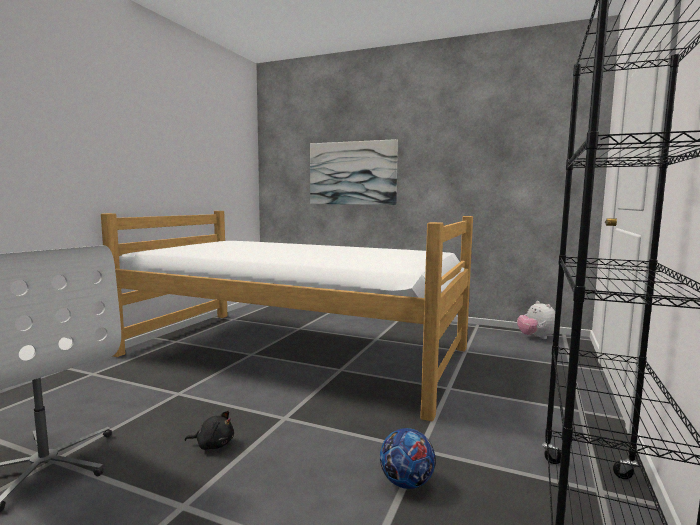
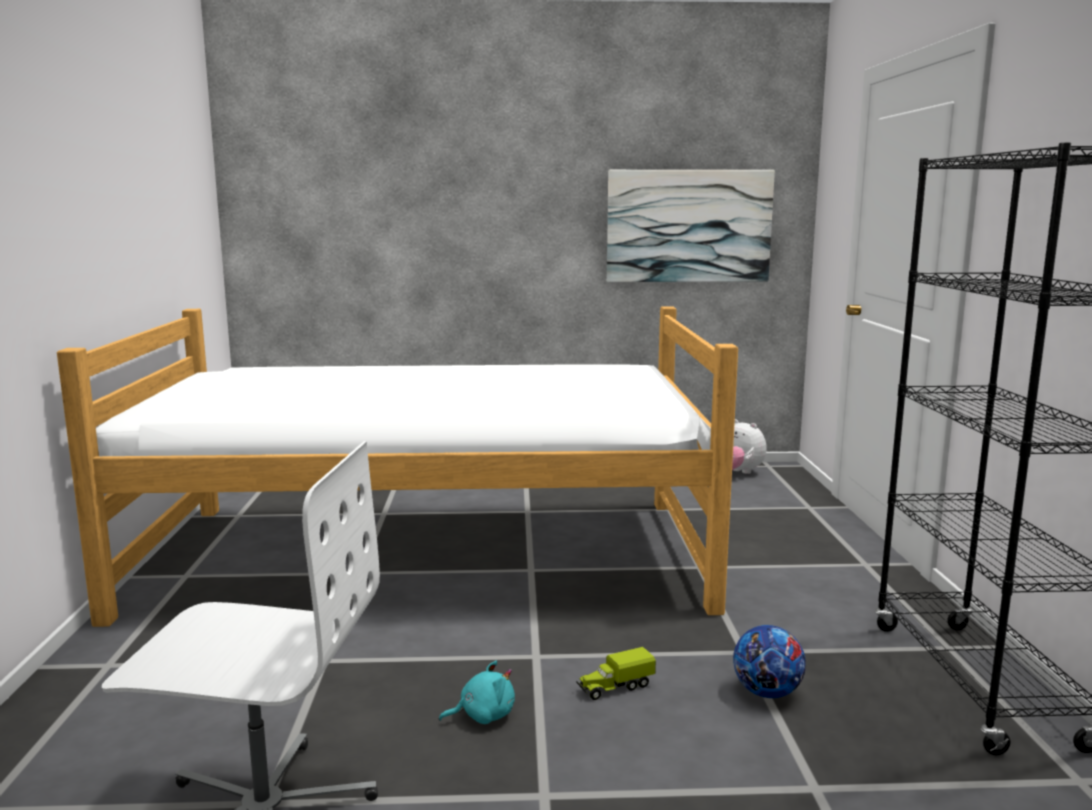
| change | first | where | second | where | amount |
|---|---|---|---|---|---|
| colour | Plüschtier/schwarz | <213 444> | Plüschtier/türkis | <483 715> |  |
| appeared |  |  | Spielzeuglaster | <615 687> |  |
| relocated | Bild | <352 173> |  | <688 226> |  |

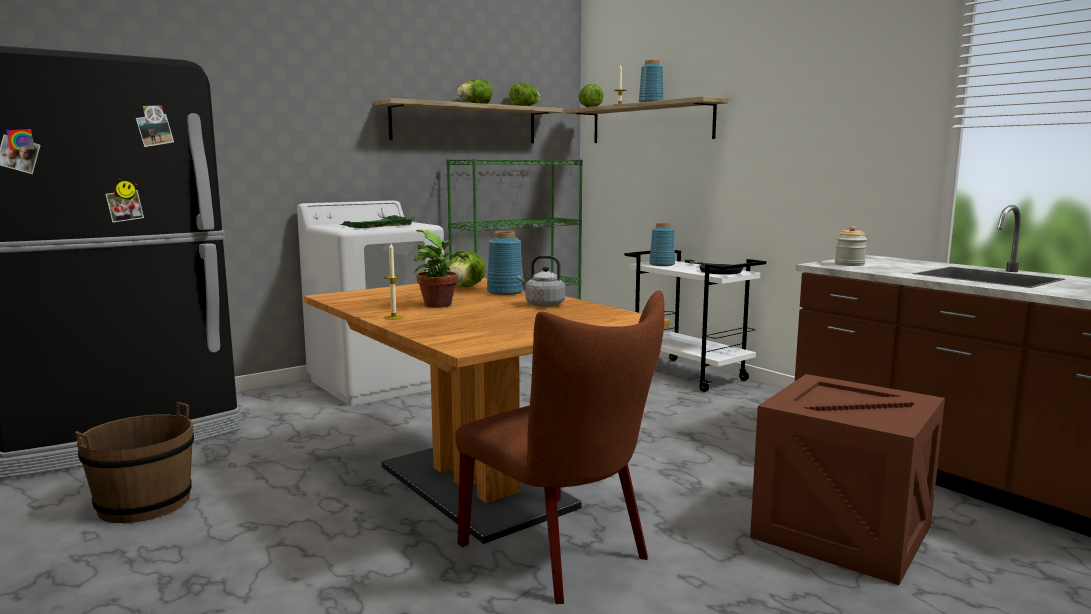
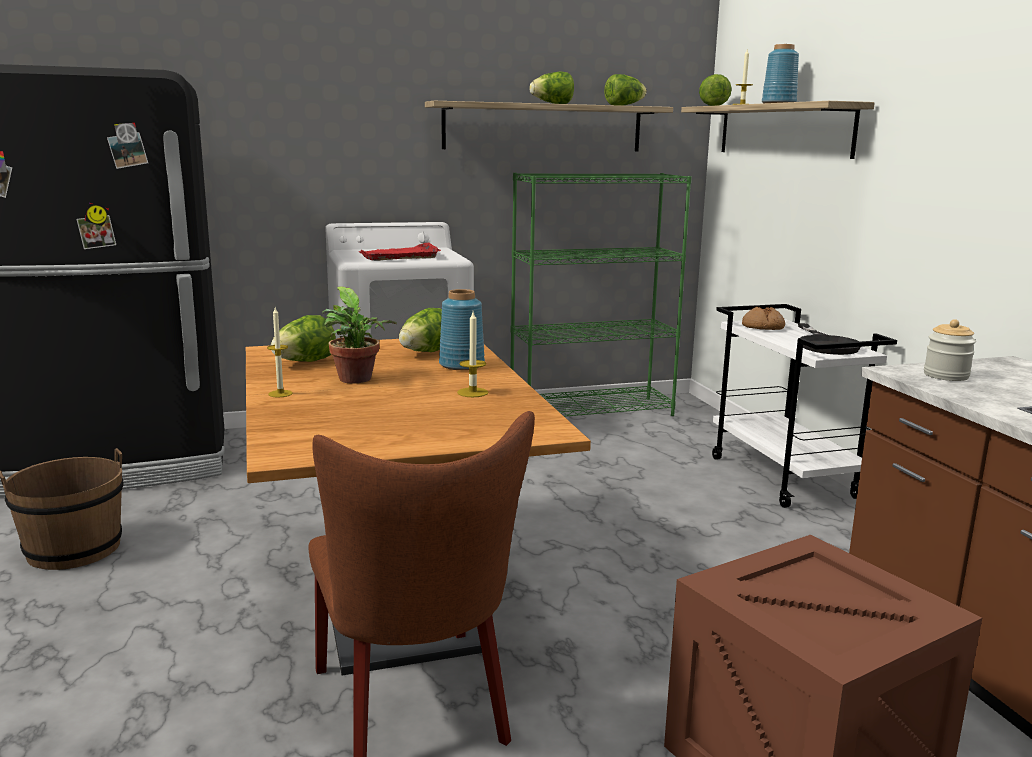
| change | first | where | second | where | amount |
|---|---|---|---|---|---|
| appeared |  |  | Salatkopf | <304 362> |  |
| colour | Tablett/grün | <378 225> | Tablett/rot | <400 256> |  |
| exchanged | Wasserkessel/grau | <542 304> | Kerze | <472 392> |  |
| exchanged | Vase/blau | <661 264> | Brot | <762 327> |  |

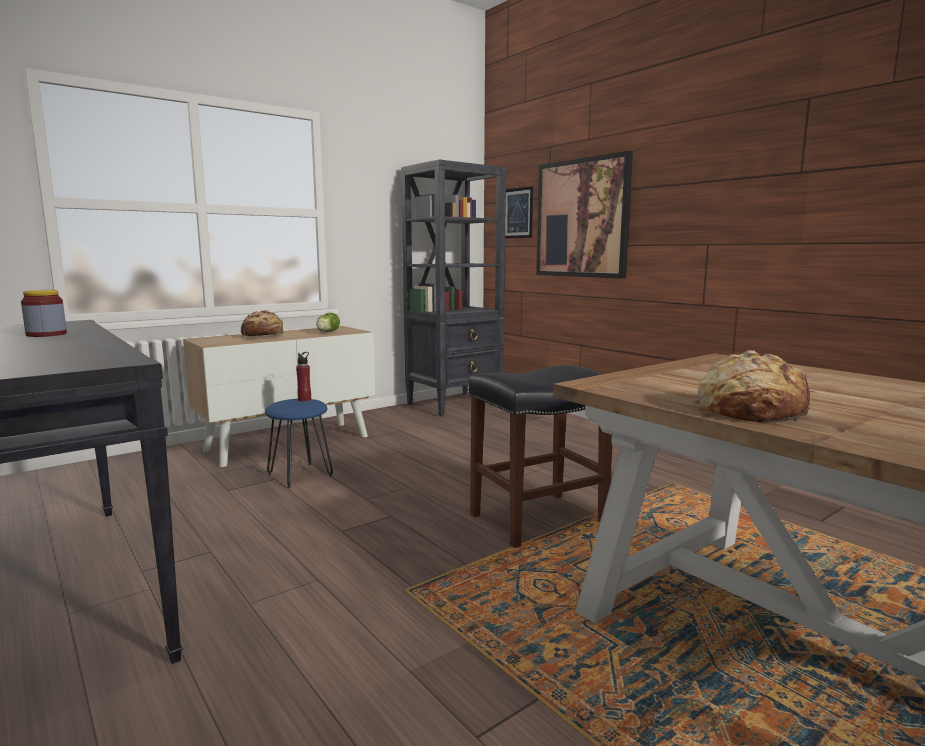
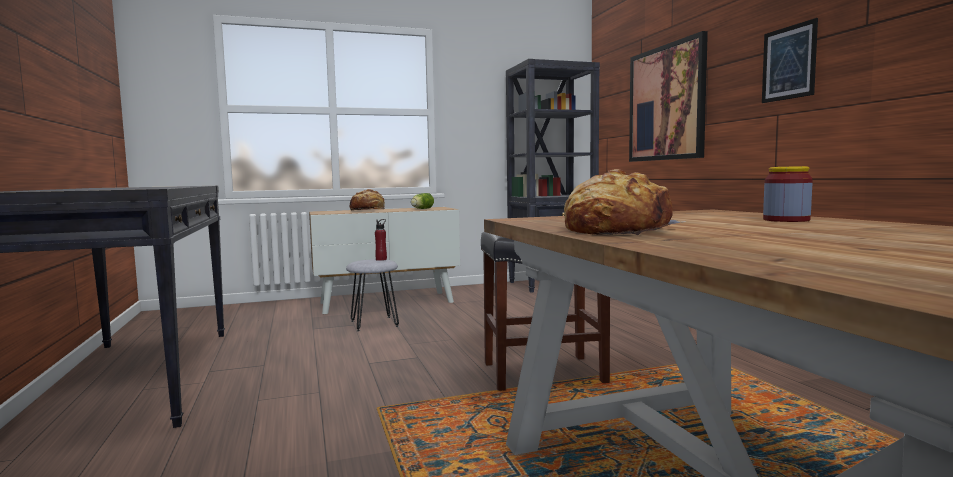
| change | first | where | second | where | amount |
|---|---|---|---|---|---|
| colour | Hocker/blau | <299 475> | Hocker/grau | <374 323> |  |
| relocated | Bild | <518 213> |  | <788 63> |  |
| relocated | Vorratsglas | <46 334> |  | <786 220> |  |

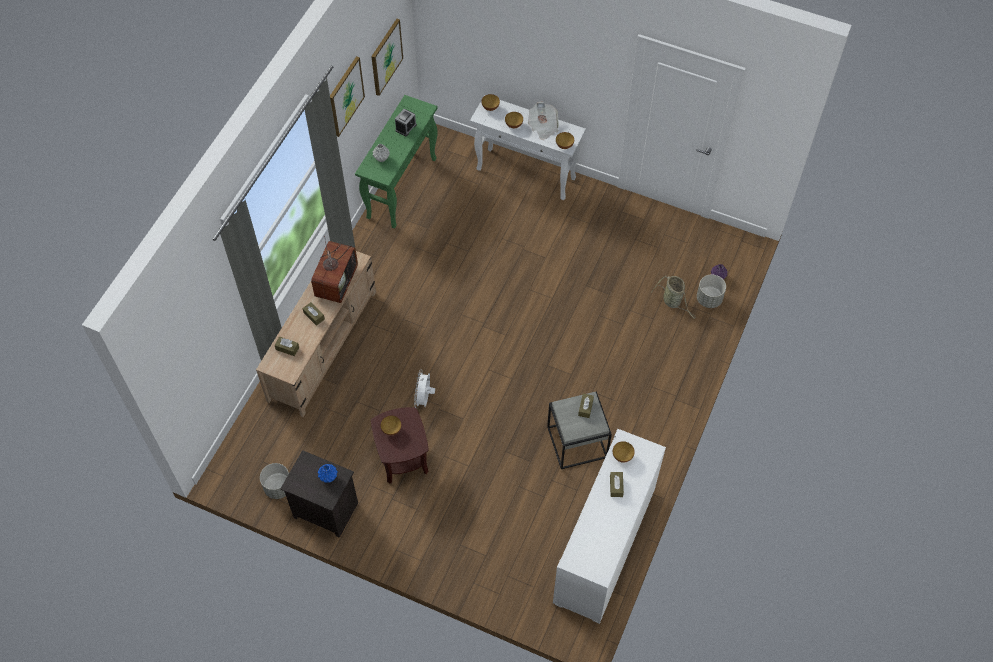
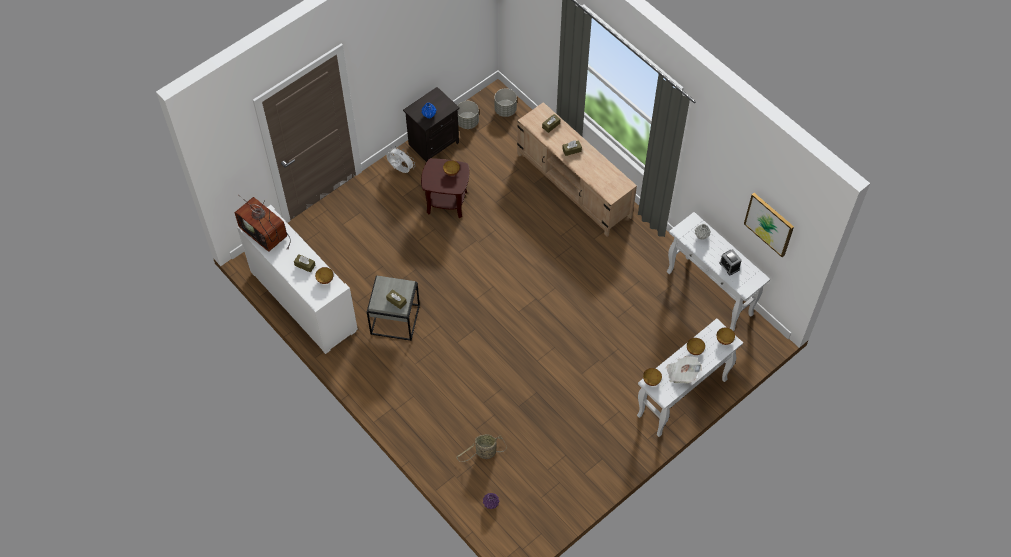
| change | first | where | second | where | amount |
|---|---|---|---|---|---|
| relocated | Fernseher | <335 280> |  | <266 233> |  |
| relocated | Ventilator/weiß | <424 399> |  | <400 169> |  |
| relocated | Pflanzkübel/grau | <709 299> |  | <505 110> |  |
| colour | Konsolentisch/grün | <402 187> | Konsolentisch/weiß | <710 294> |  |
| missing | Bild | <345 96> |  |  |  |

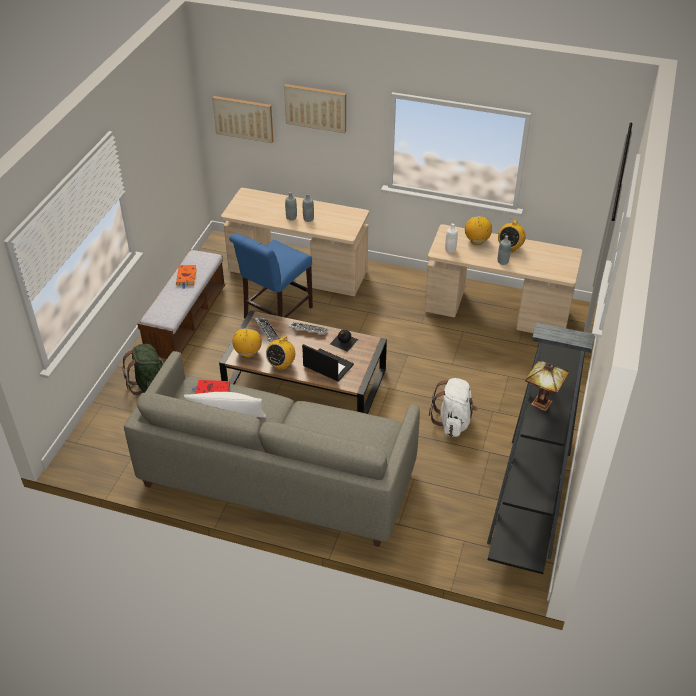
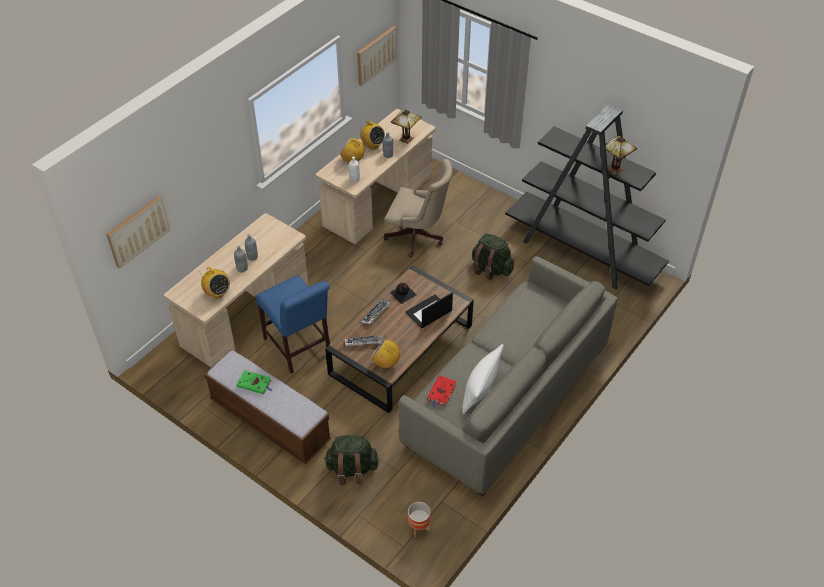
| change | first | where | second | where | amount |
|---|---|---|---|---|---|
| relocated | Radio | <281 365> |  | <217 293> |  |
| colour | Buch/orange | <186 277> | Buch/grün | <255 384> |  |
| relocated | Bild | <316 107> |  | <376 55> |  |
| appeared |  |  | Bürostuhl/beige | <418 237> |  |
| appeared |  |  | Tischlampe | <406 140> |  |
| appeared |  |  | Pflanzkübel | <418 527> |  |
| colour | Rucksack/weiß | <453 422> | Rucksack/grün | <491 269> |  |

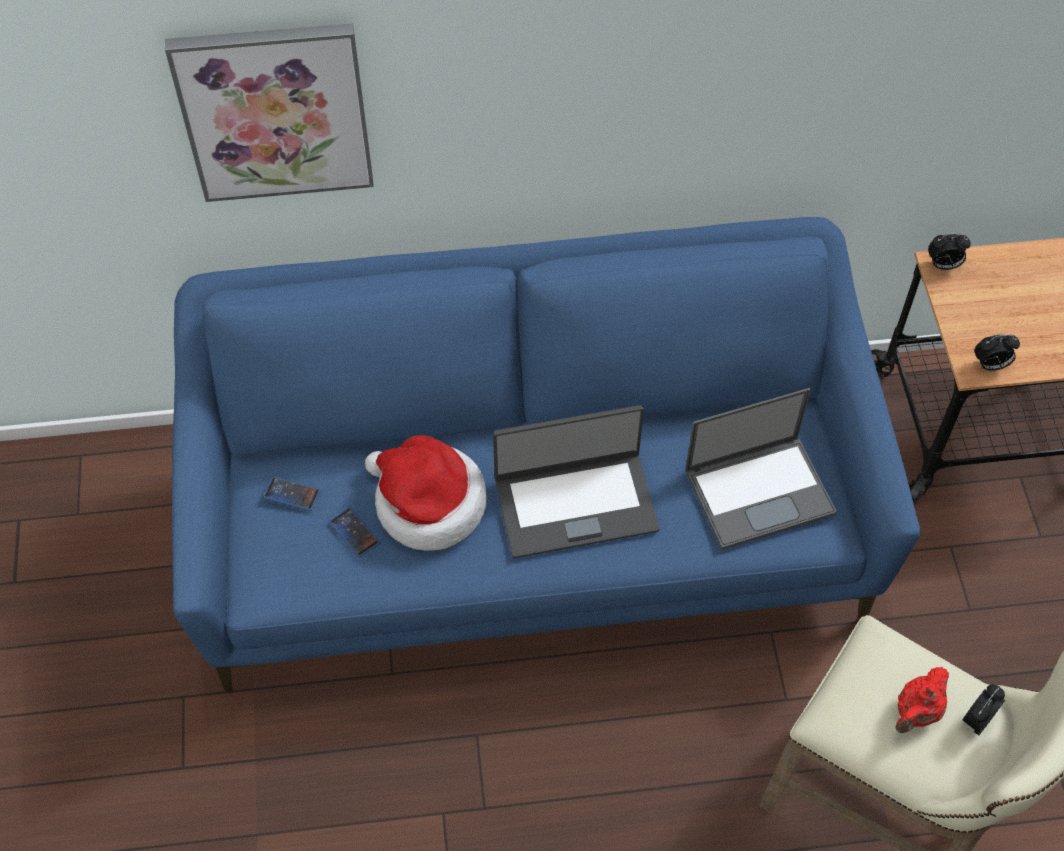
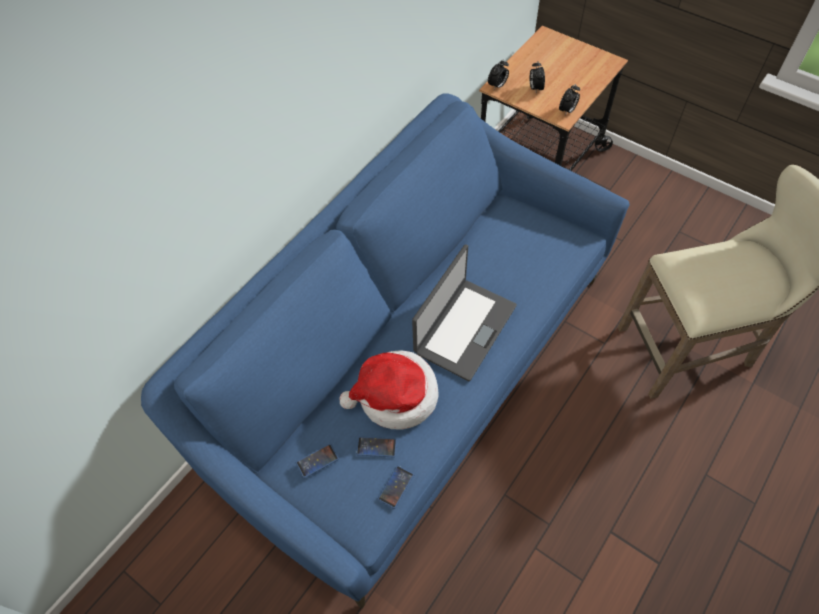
| change | first | where | second | where | amount |
|---|---|---|---|---|---|
| appeared |  |  | Handy | <396 487> |  |
| relocated | Wecker | <977 720> |  | <535 88> |  |
| missing | Bild | <275 112> |  |  |  |
| missing | Laptop | <761 491> |  |  |  |
| missing | Teekanne/rot | <916 712> |  |  |  |

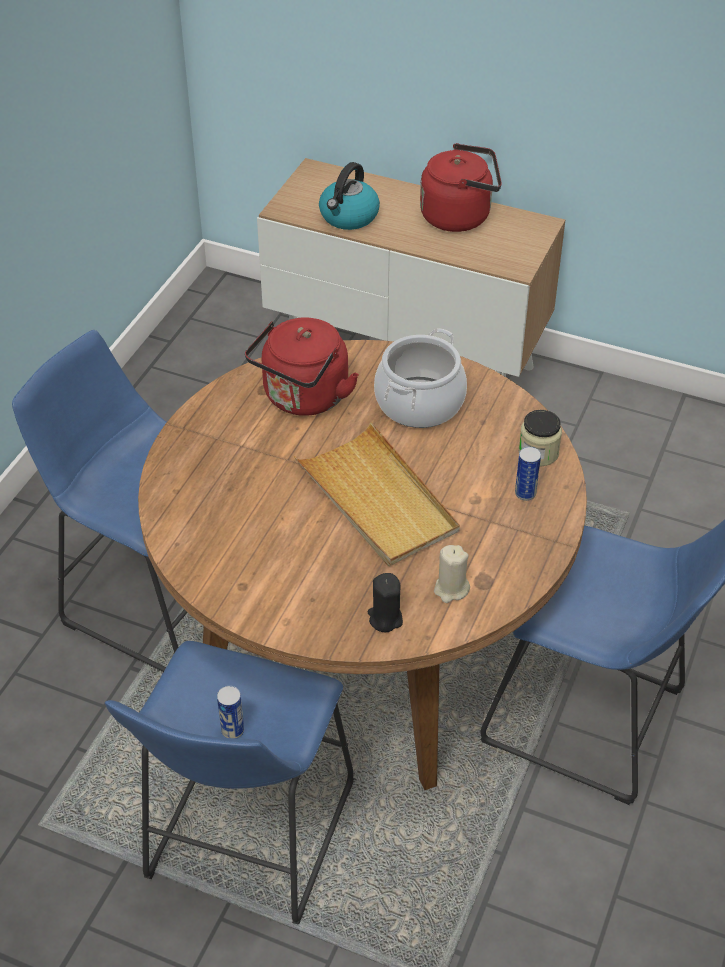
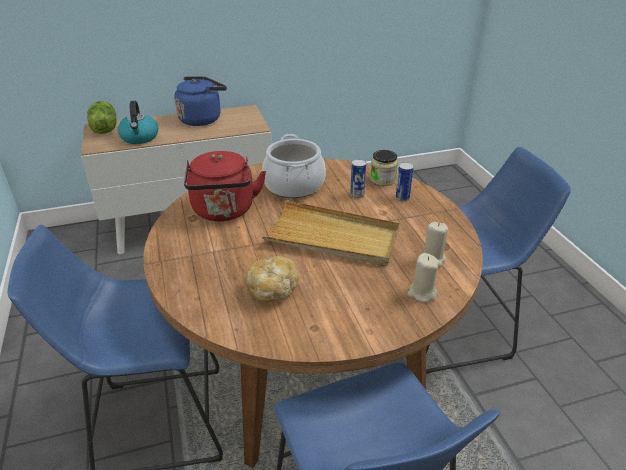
| change | first | where | second | where | amount |
|---|---|---|---|---|---|
| appeared |  |  | Salatkopf | <104 129> |  |
| colour | Wasserkessel/rot | <460 216> | Wasserkessel/blau | <202 119> |  |
| appeared |  |  | Brot | <273 288> |  |
| relocated | Dose | <232 730> |  | <357 195> |  |
| colour | Kerze/schwarz | <385 618> | Kerze/beige | <422 293> |  |

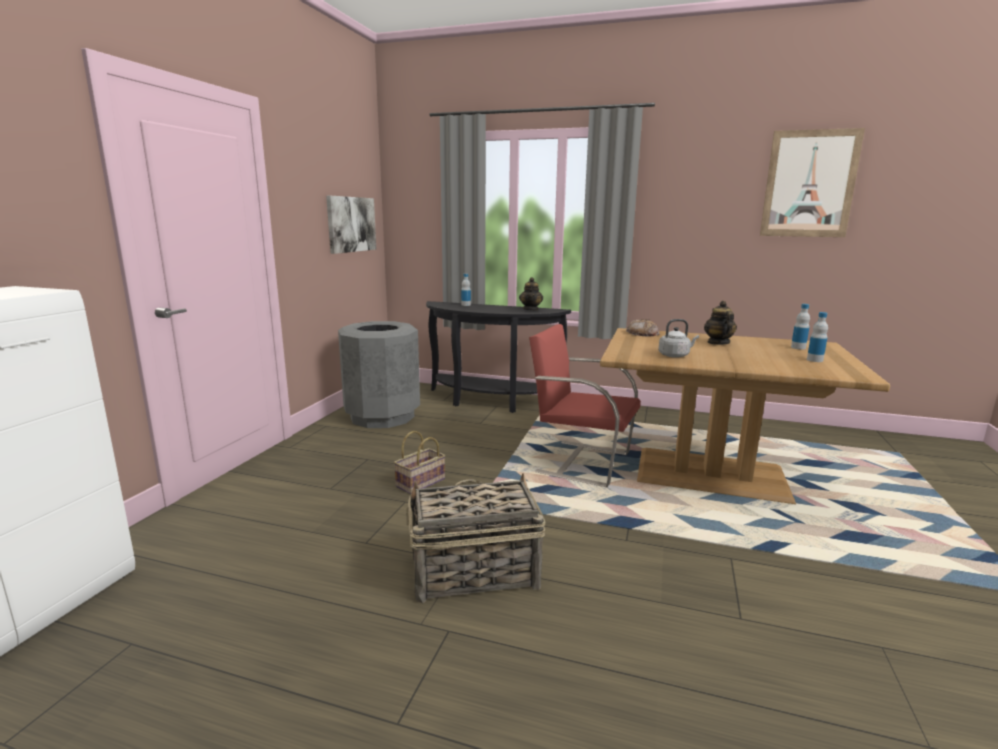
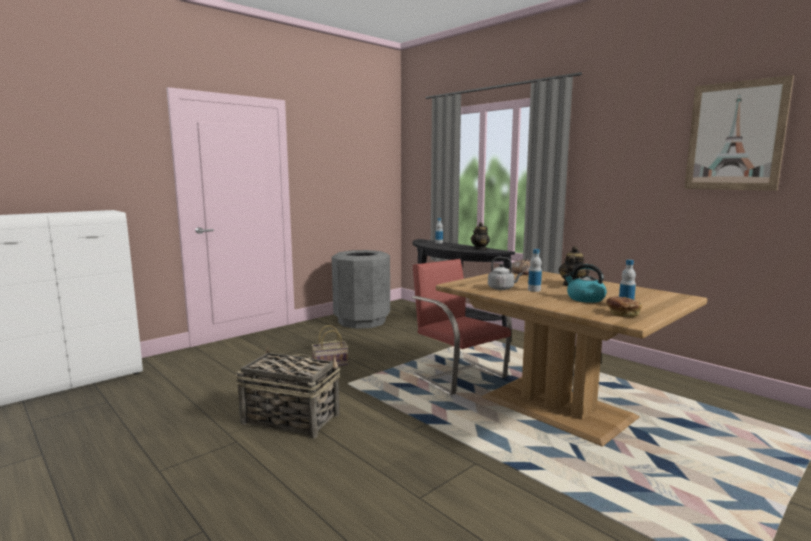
| change | first | where | second | where | amount |
|---|---|---|---|---|---|
| relocated | Flasche | <798 347> |  | <534 290> |  |
| appeared |  |  | Wasserkessel | <585 298> |  |
| appeared |  |  | Brot | <622 314> |  |
| missing | Bild | <351 224> |  |  |  |

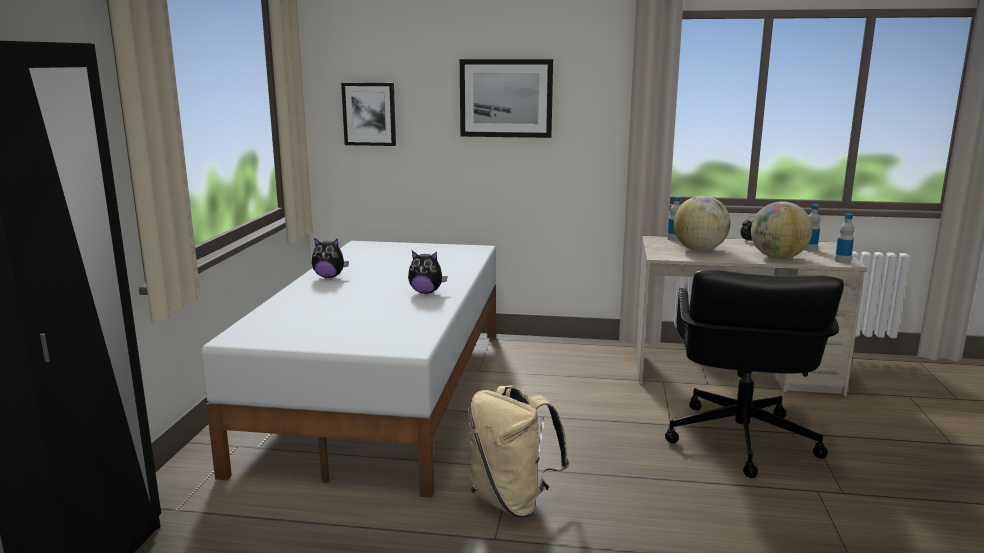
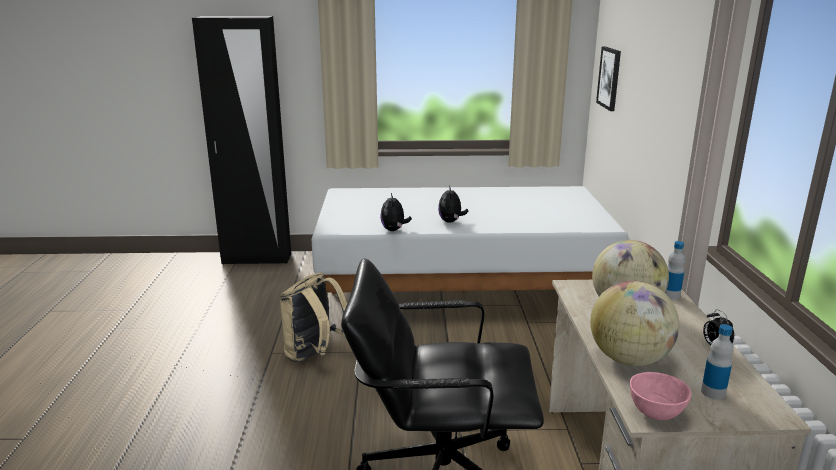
| change | first | where | second | where | amount |
|---|---|---|---|---|---|
| relocated | Plüschtier | <329 277> |  | <394 230> |  |
| exchanged | Flasche | <842 261> | Schüssel/rosa | <655 413> |  |
| missing | Bild | <506 98> |  |  |  |

